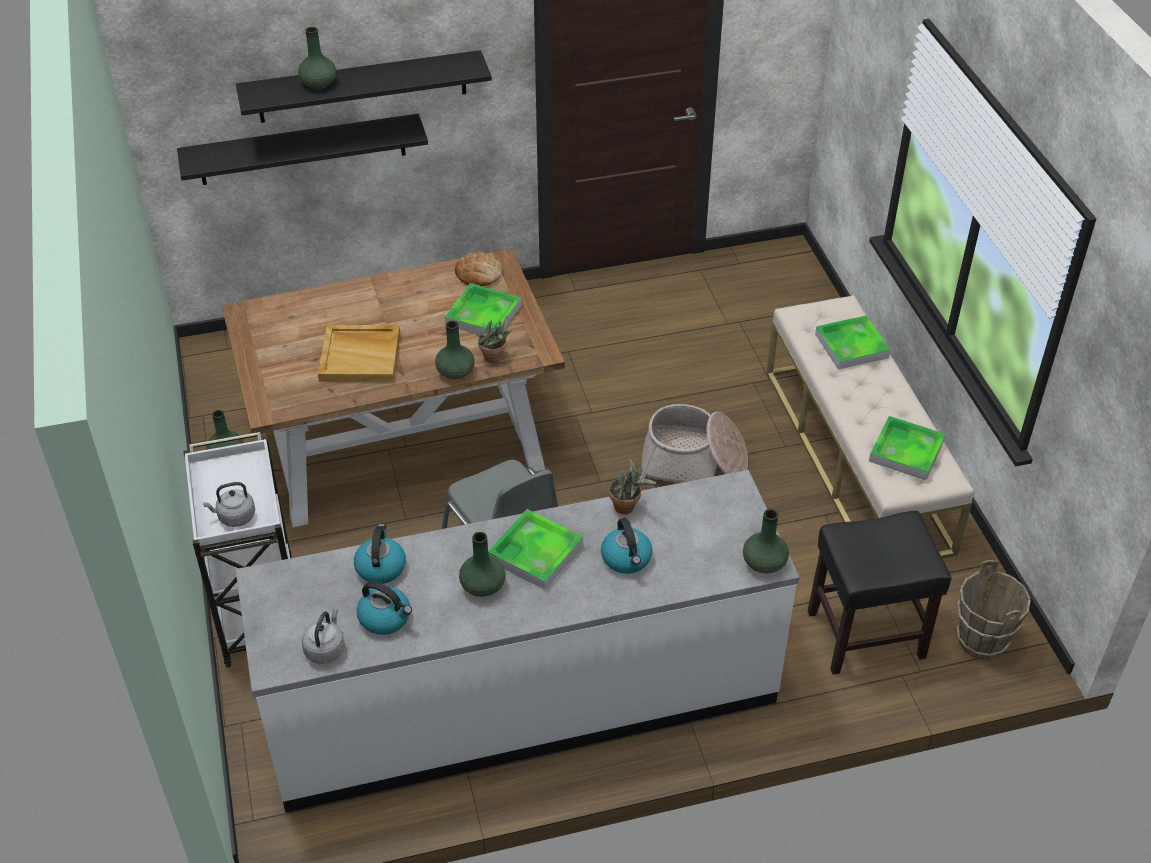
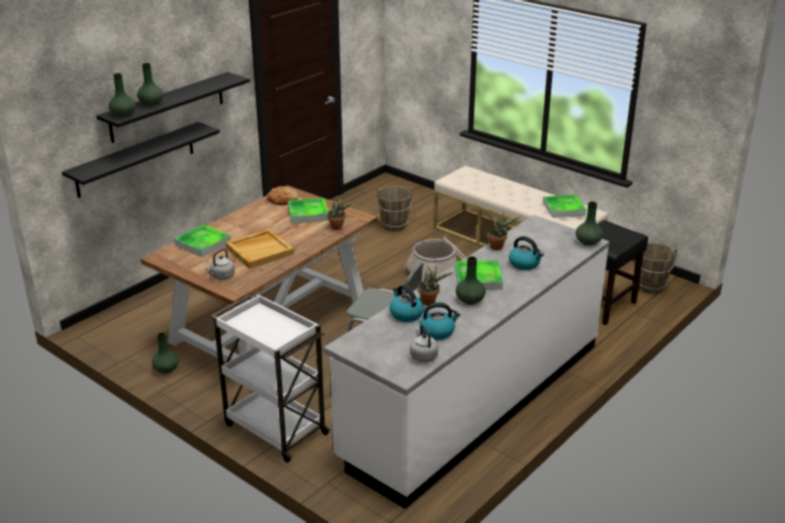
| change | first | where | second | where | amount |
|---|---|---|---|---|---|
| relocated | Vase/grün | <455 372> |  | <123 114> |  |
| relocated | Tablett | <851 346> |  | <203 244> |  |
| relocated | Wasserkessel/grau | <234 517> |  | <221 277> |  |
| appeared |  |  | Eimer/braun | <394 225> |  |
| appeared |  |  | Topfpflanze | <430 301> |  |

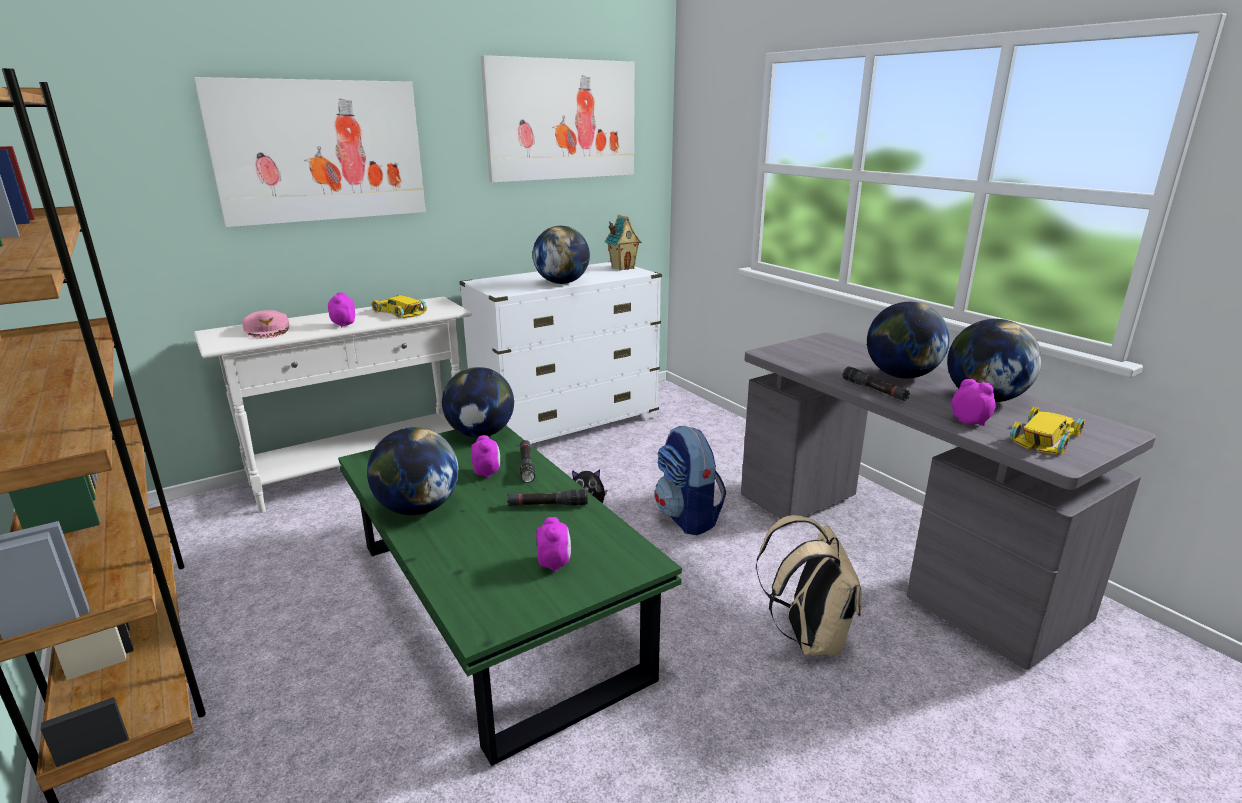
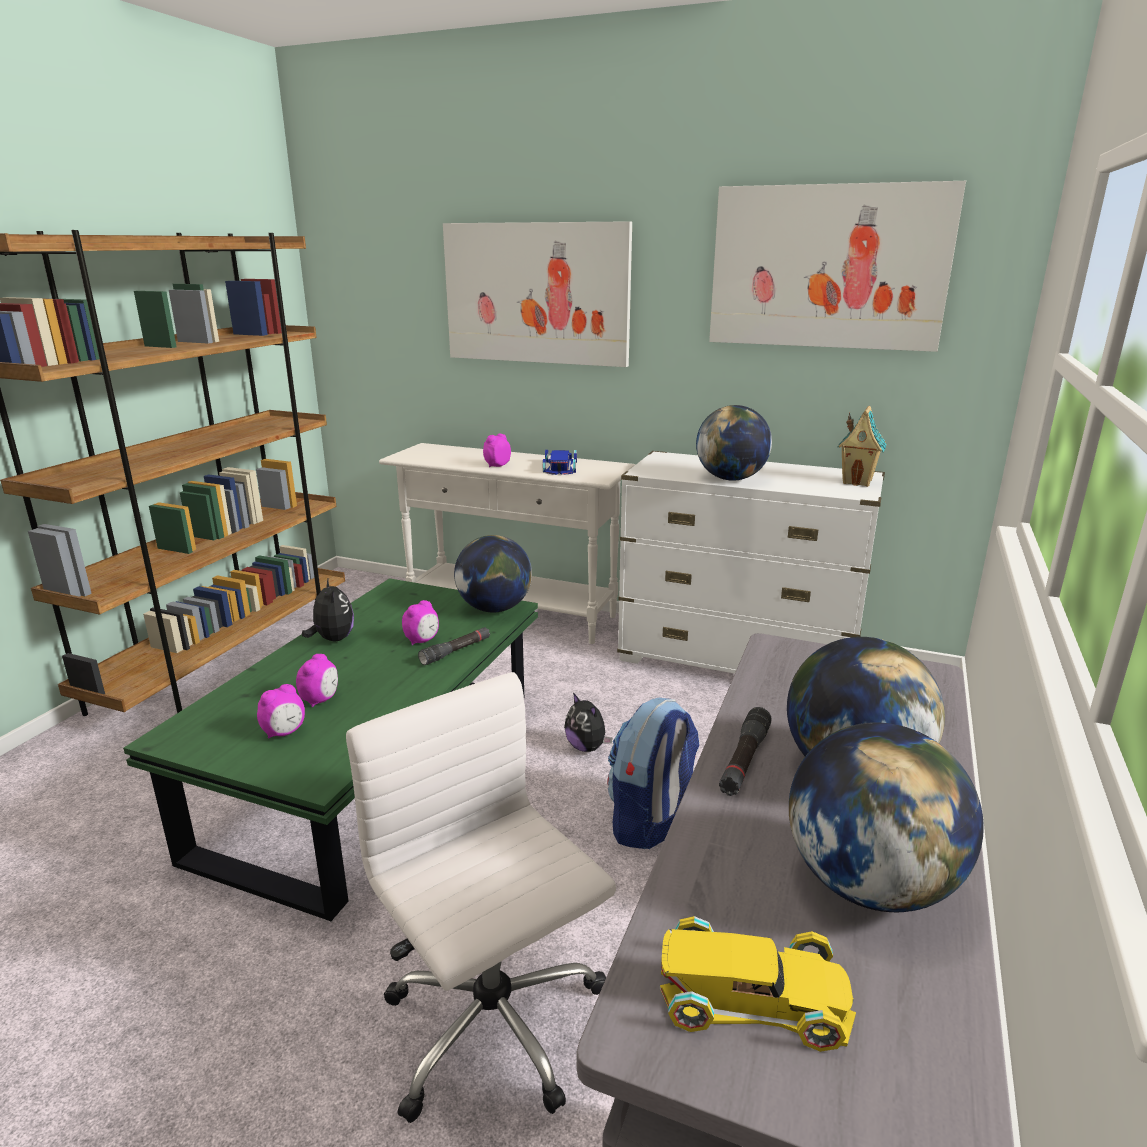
| change | first | where | second | where | amount |
|---|---|---|---|---|---|
| relocated | Wecker | <969 422> |  | <320 700> |  |
| exchanged | Globus | <418 509> | Plüschtier | <332 639> |  |
| exchanged | Rucksack/beige | <808 637> | Bürostuhl/weiß | <495 1027> |  |
| colour | Spielzeugauto/gelb | <399 312> | Spielzeugauto/blau | <561 467> |  |
| missing | Kappe/rosa | <268 330> |  |  |  |
| missing | Taschenlampe/schwarz | <547 505> |  |  |  |

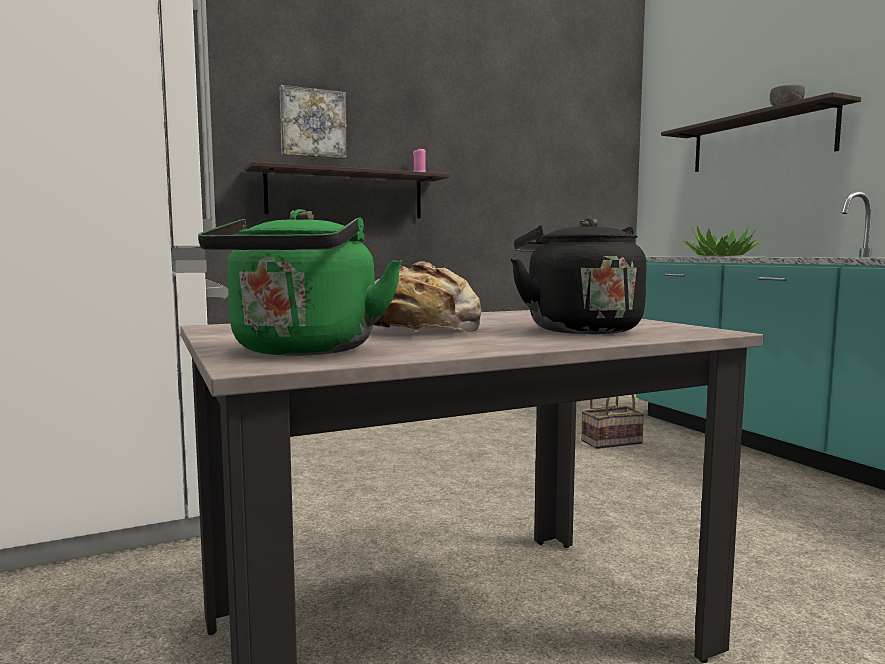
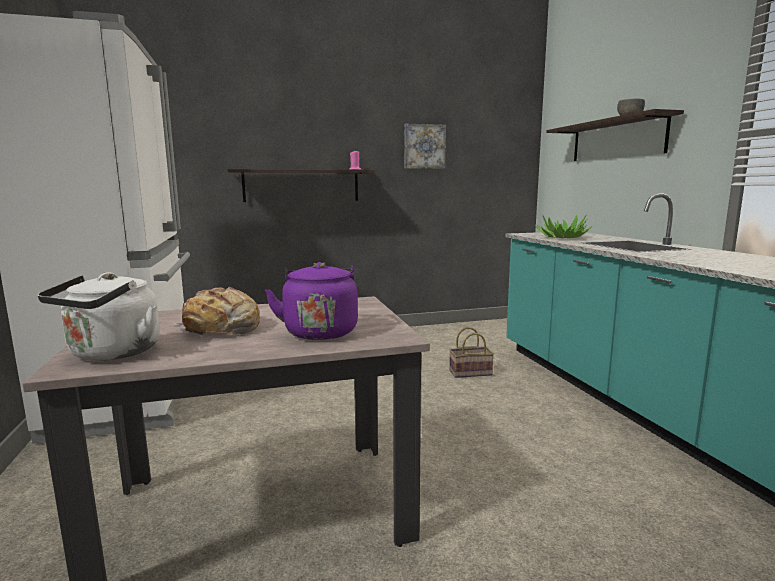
| change | first | where | second | where | amount |
|---|---|---|---|---|---|
| colour | Wasserkessel/grün | <302 351> | Wasserkessel/weiß | <112 354> |  |
| colour | Wasserkessel/schwarz | <578 329> | Wasserkessel/lila | <320 331> |  |
| relocated | Bild | <313 124> |  | <424 146> |  |

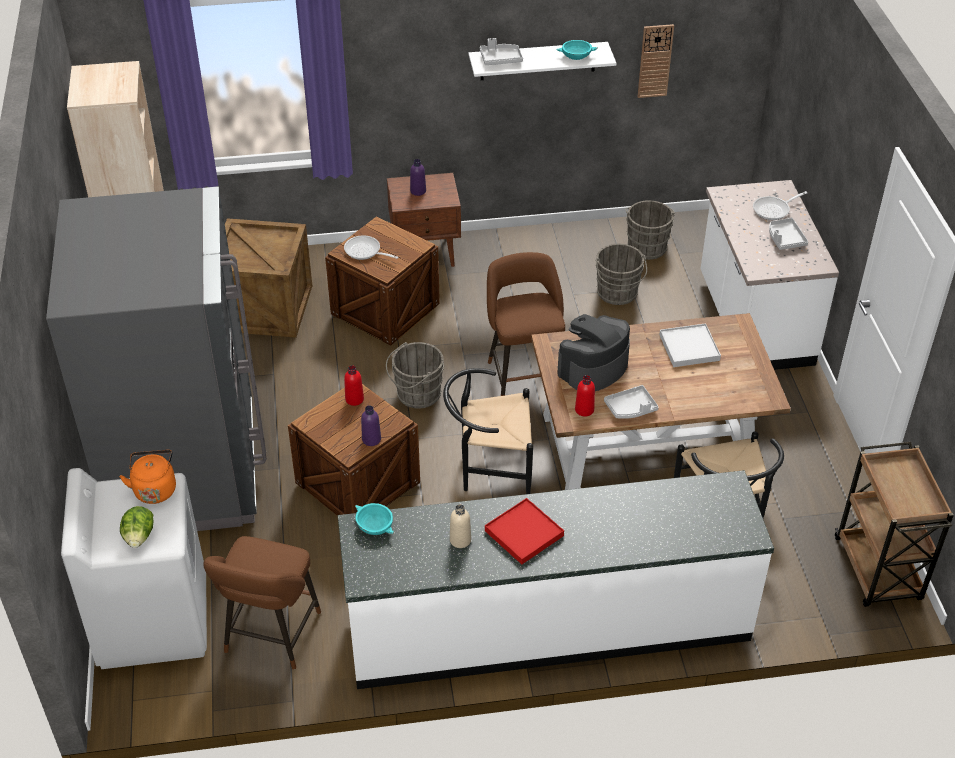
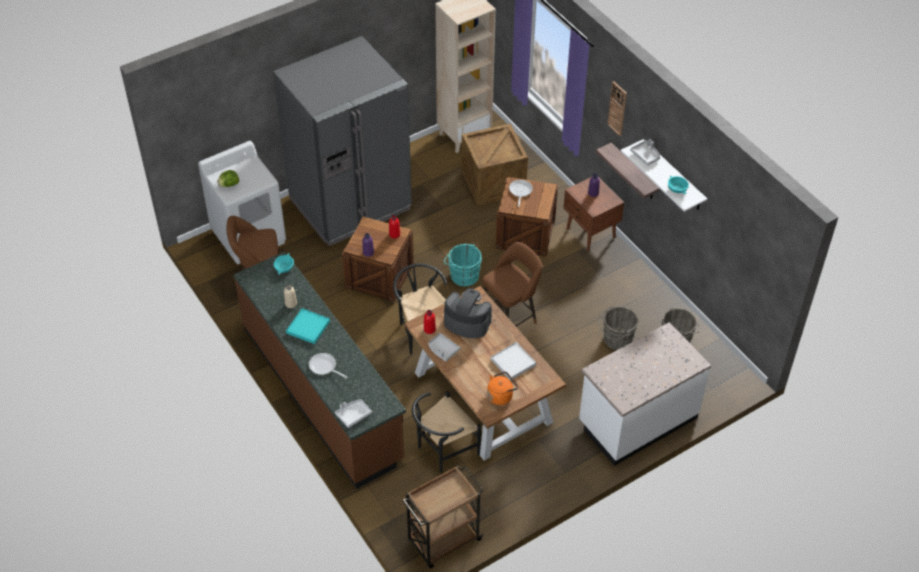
| change | first | where | second | where | amount |
|---|---|---|---|---|---|
| colour | Küchenzeile/weiß | <548 625> | Küchenzeile/braun | <322 393> |  |
| colour | Tablett/rot | <524 533> | Tablett/türkis | <308 327> |  |
| relocated | Pfanne | <774 210> |  | <324 367> |  |
| relocated | Tablett/grau | <785 239> |  | <353 415> |  |
| colour | Eimer/grau | <416 394> | Eimer/türkis | <463 275> |  |
| relocated | Wasserkessel/orange | <155 489> |  | <501 396> |  |
| appeared |  |  | Wandregal | <634 172> |  |
| relocated | Wanduhr | <655 61> |  | <617 108> |  |

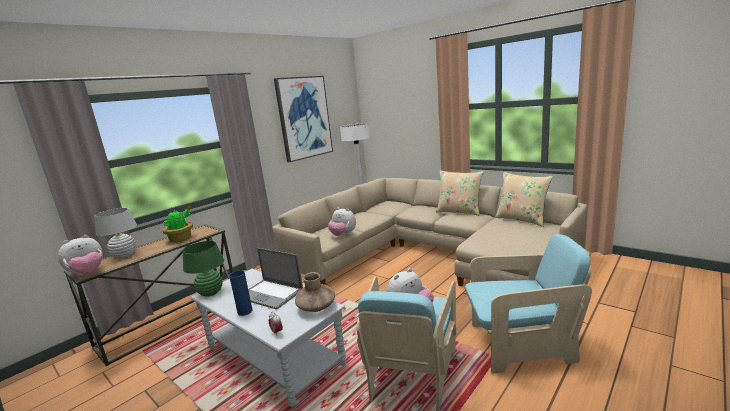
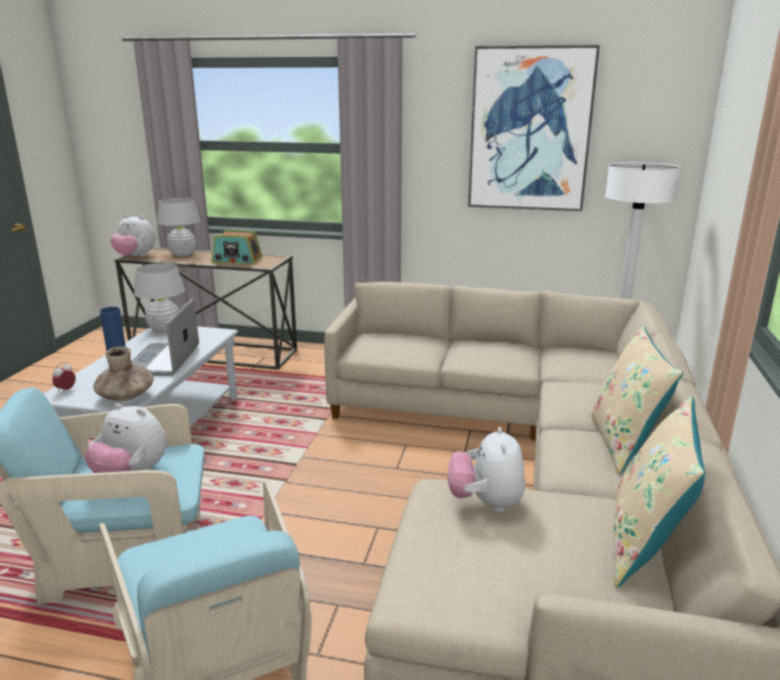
| change | first | where | second | where | amount |
|---|---|---|---|---|---|
| colour | Tischlampe/grün | <210 293> | Tischlampe/weiß | <164 329> |  |
| exchanged | Topfpflanze | <182 238> | Radio | <237 260> |  |
| relocated | Plüschtier | <343 235> |  | <485 503> |  |

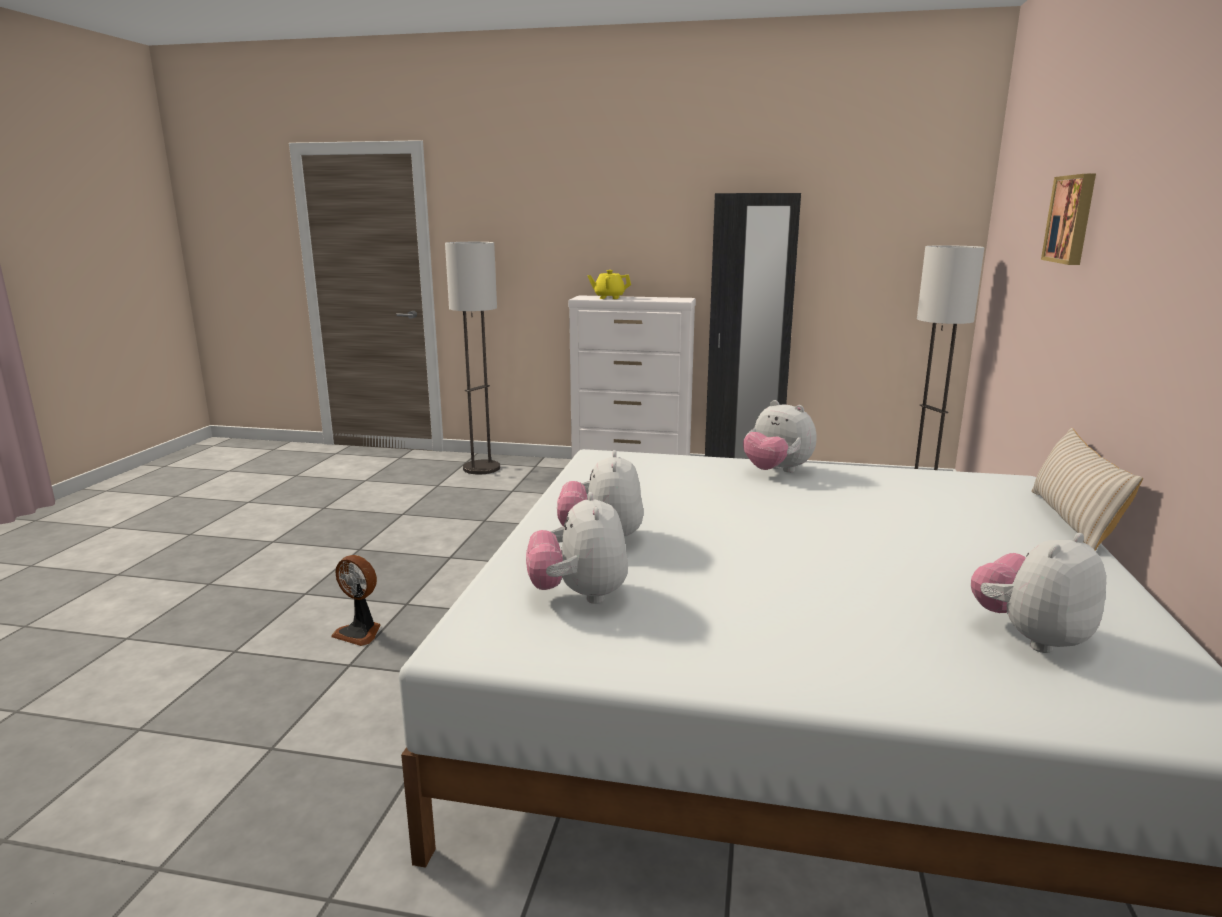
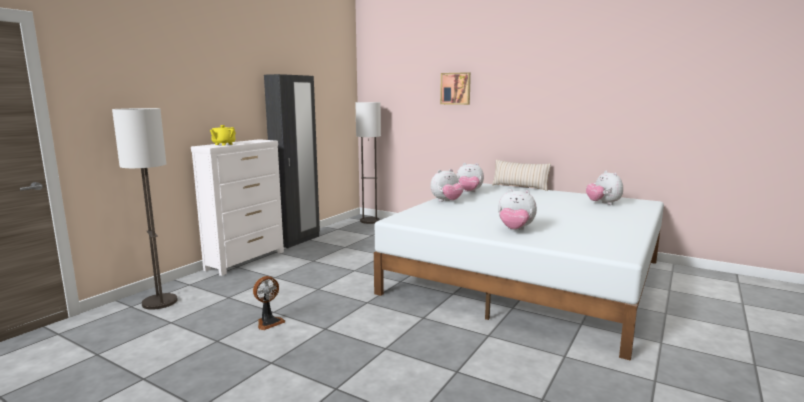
| change | first | where | second | where | amount |
|---|---|---|---|---|---|
| relocated | Ventilator | <360 632> |  | <269 322> |  |
| relocated | Plüschtier | <579 595> |  | <469 192> |  |

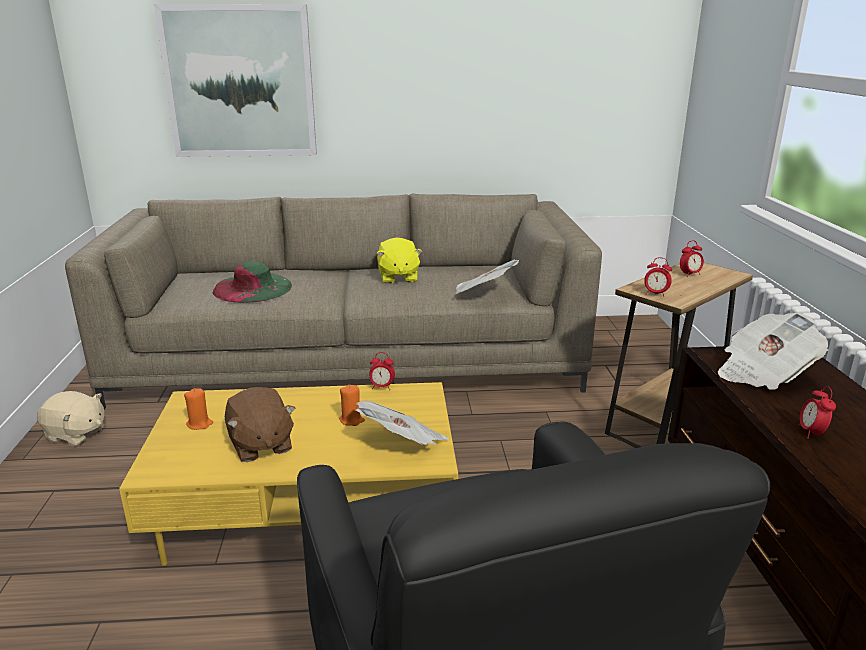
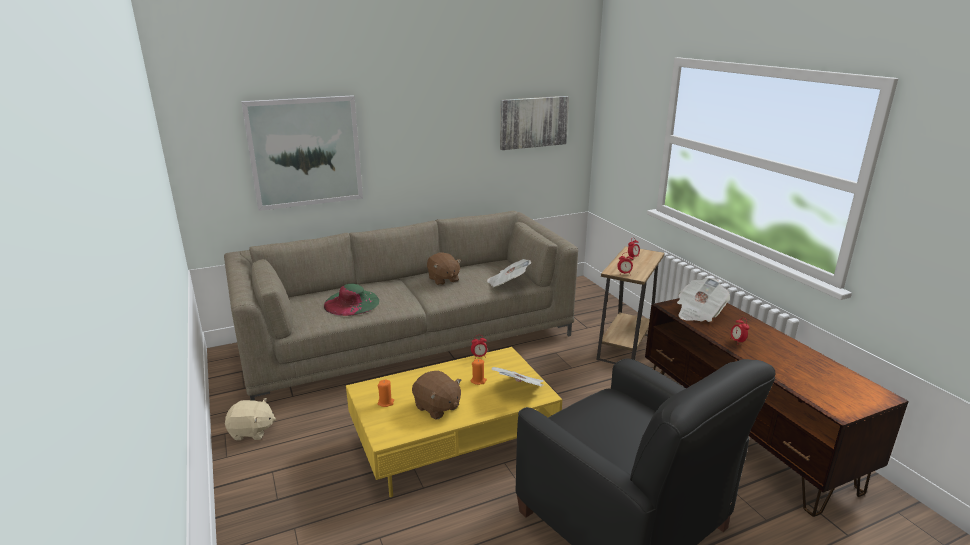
| change | first | where | second | where | amount |
|---|---|---|---|---|---|
| colour | Plüschtier/gelb | <398 278> | Plüschtier/braun | <443 279> |  |
| appeared |  |  | Bild | <533 122> |  |

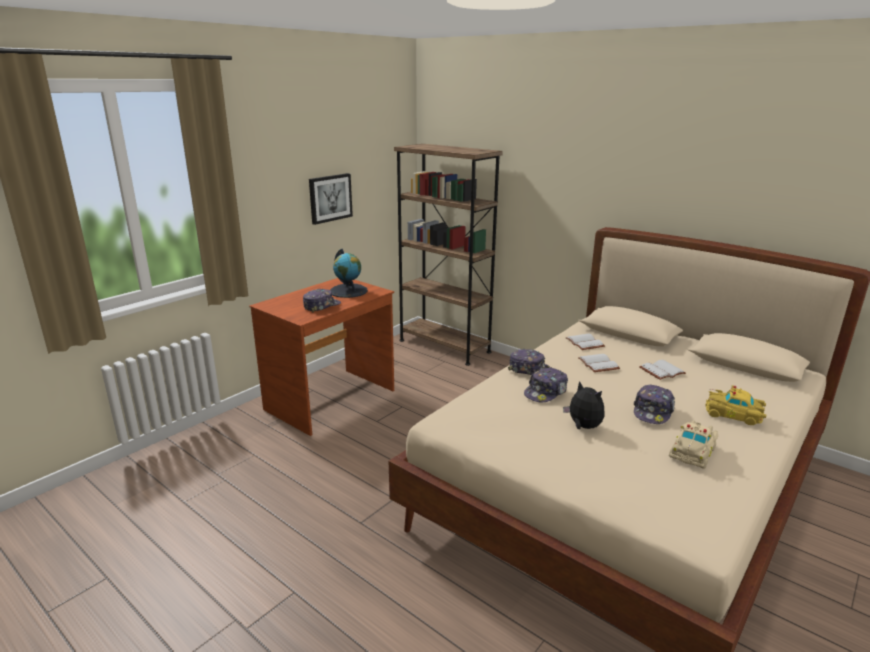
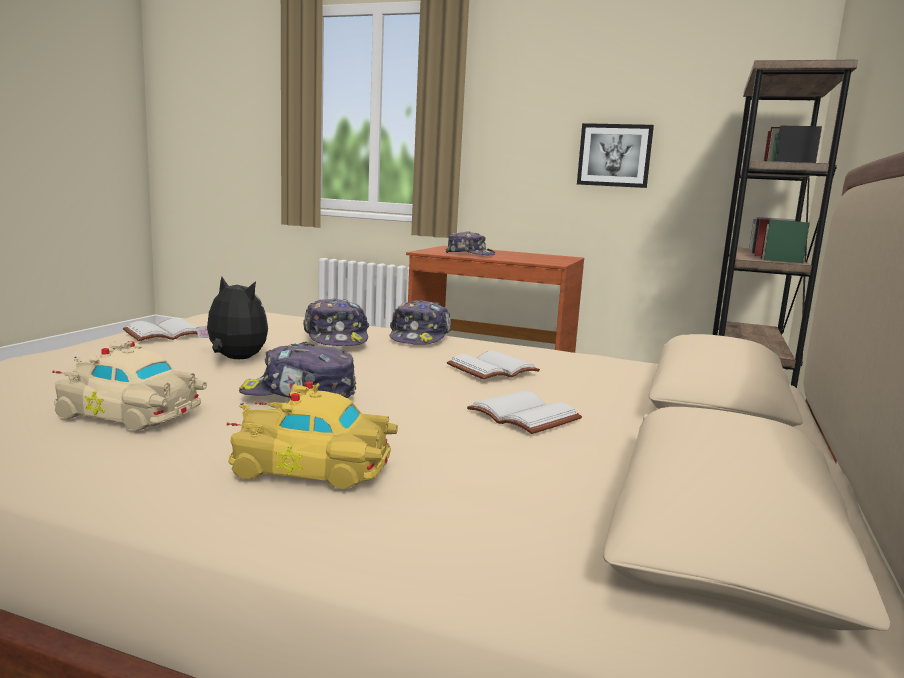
| change | first | where | second | where | amount |
|---|---|---|---|---|---|
| relocated | Buch/weiß | <585 343> |  | <163 334> |  |
| spun | Plüschtier | <583 427> |  | <234 359> | 90 degrees counterclockwise |
| spun | Spielzeugauto/gelb | <734 415> |  | <316 468> | 90 degrees counterclockwise |
| spun | Kappe | <546 392> |  | <336 338> | 135 degrees counterclockwise |
| missing | Globus | <348 291> |  |  |  |

